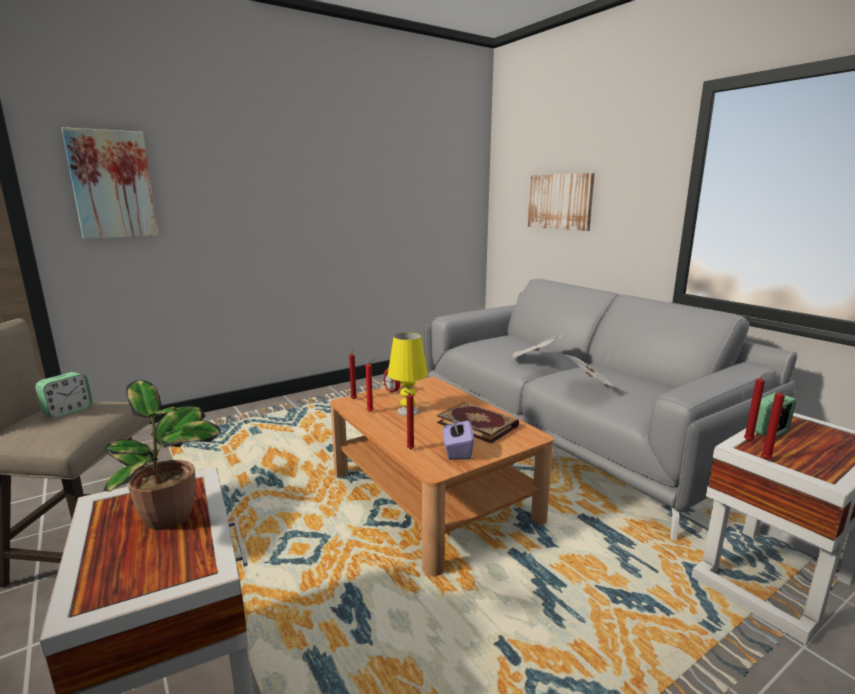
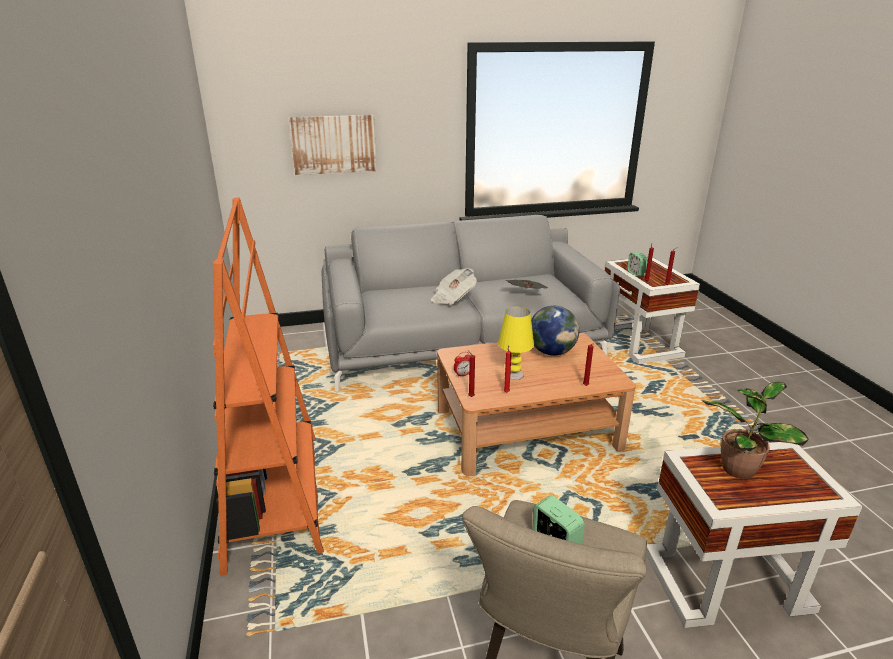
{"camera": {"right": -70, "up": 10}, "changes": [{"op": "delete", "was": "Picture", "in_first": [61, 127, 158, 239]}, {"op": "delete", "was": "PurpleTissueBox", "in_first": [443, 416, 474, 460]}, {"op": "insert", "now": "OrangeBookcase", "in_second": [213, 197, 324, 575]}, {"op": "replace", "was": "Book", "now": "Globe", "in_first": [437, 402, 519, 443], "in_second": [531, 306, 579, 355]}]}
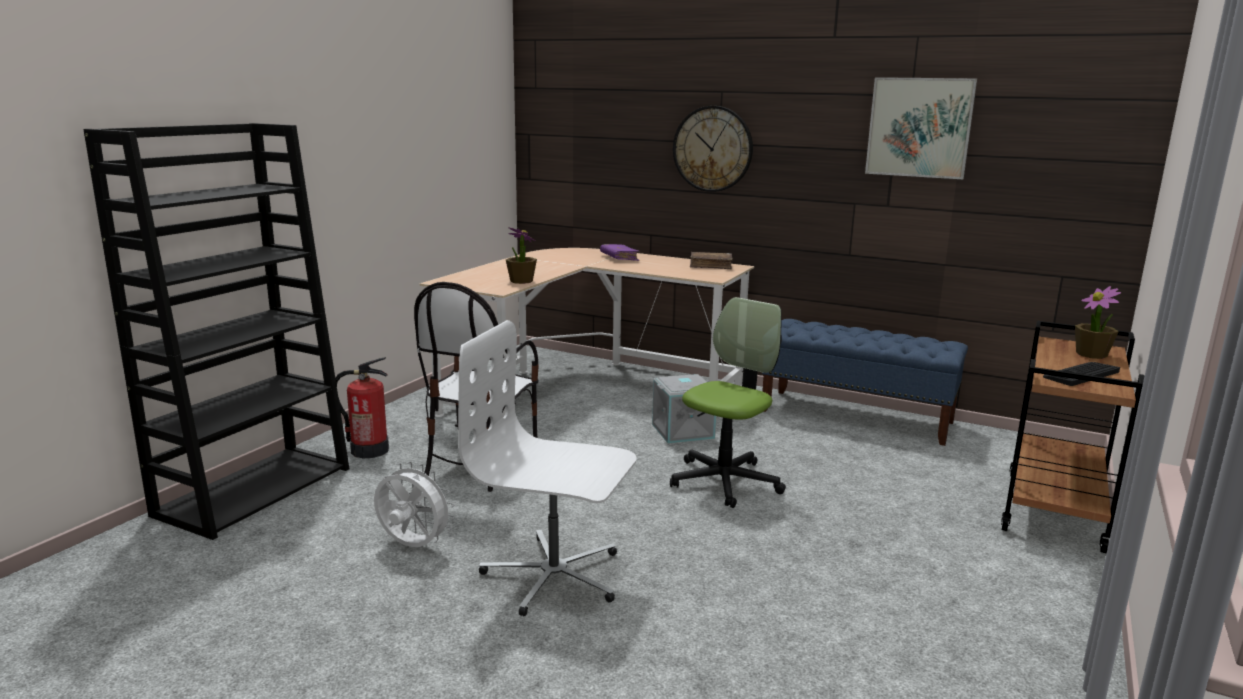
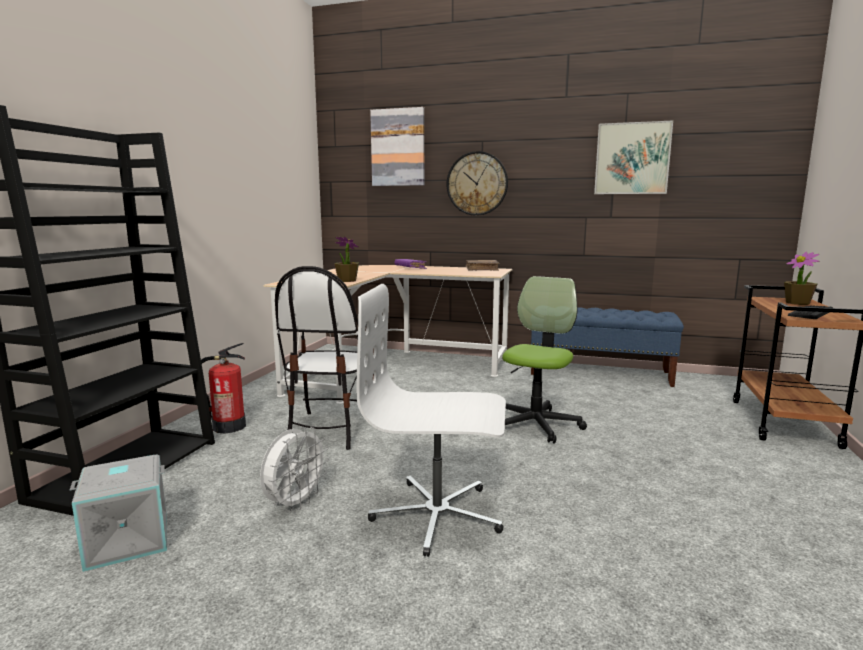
{"camera": {"right": -10, "up": -5}, "changes": [{"op": "insert", "now": "Picture", "in_second": [370, 107, 424, 186]}, {"op": "move", "was": "GreyStorageBox", "in_first": [652, 374, 716, 443], "in_second": [70, 454, 167, 572]}, {"op": "rotate", "was": "WhiteFan", "in_first": [374, 462, 455, 547], "in_second": [260, 427, 330, 512], "clockwise": 105}]}
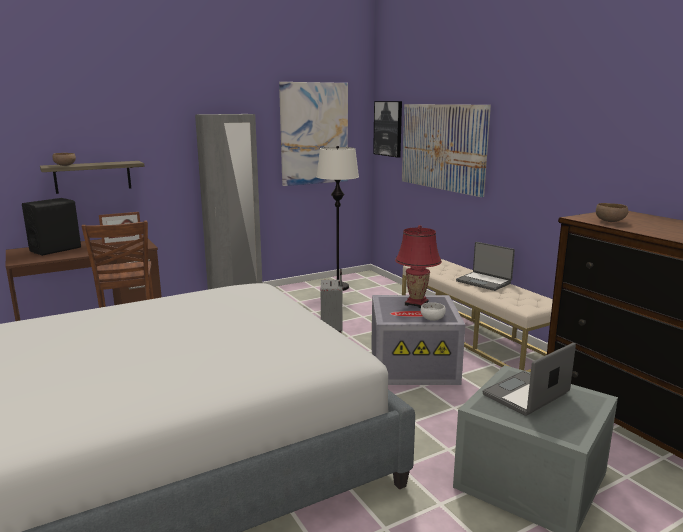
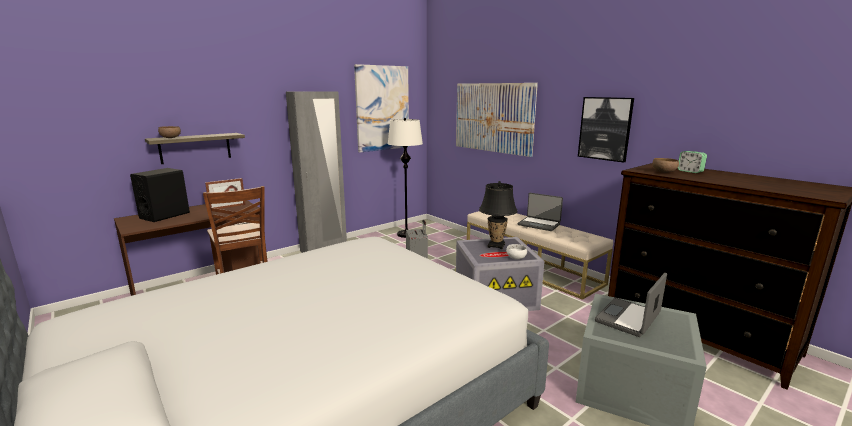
{"camera": {"right": -10, "up": 0}, "changes": [{"op": "insert", "now": "AlarmClock", "in_second": [678, 151, 707, 173]}, {"op": "move", "was": "Picture", "in_first": [373, 101, 402, 158], "in_second": [578, 97, 634, 163]}, {"op": "recolor", "was": "RedTableLamp", "now": "BlackTableLamp", "in_first": [395, 225, 442, 308], "in_second": [479, 181, 518, 249]}]}
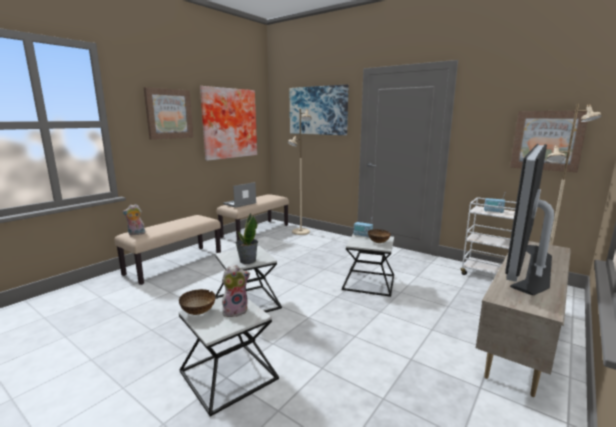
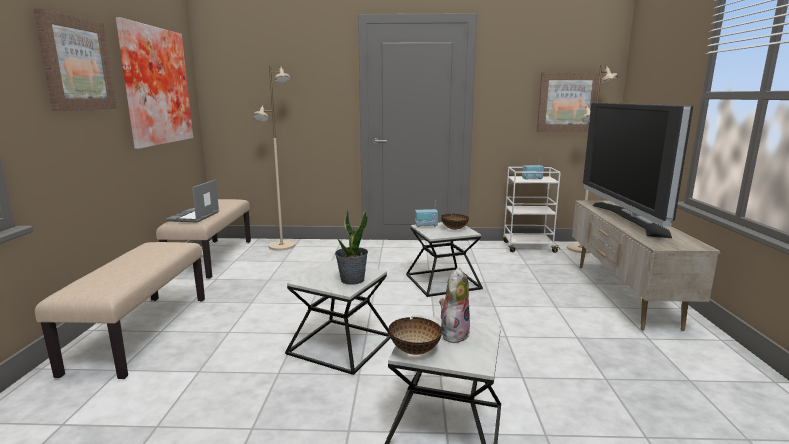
{"camera": {"right": -35, "up": 0}, "changes": [{"op": "delete", "was": "PlushToy", "in_first": [122, 204, 146, 235]}, {"op": "delete", "was": "Picture", "in_first": [290, 84, 349, 135]}]}
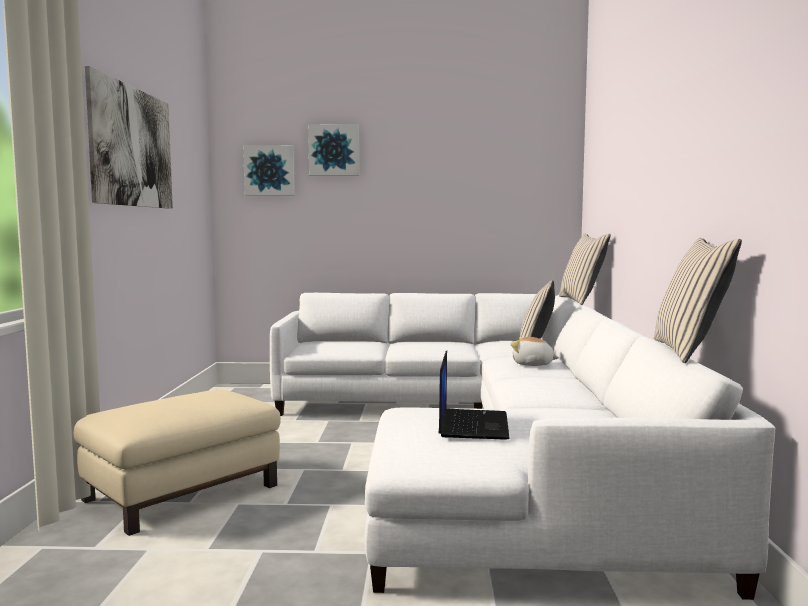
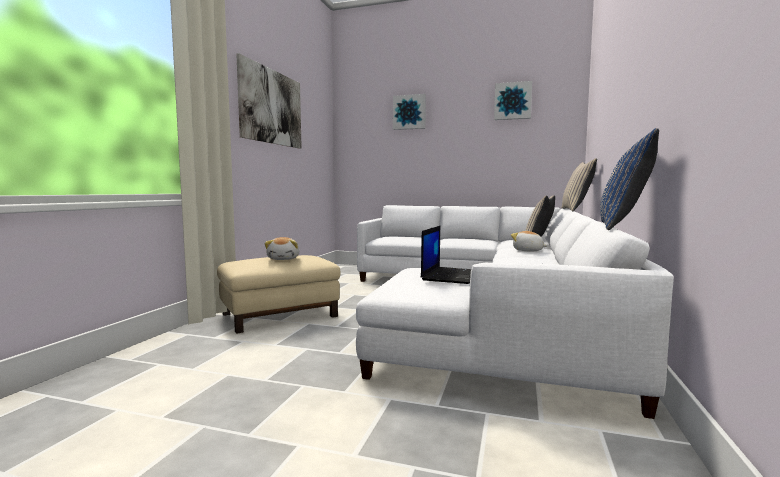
{"camera": {"right": 15, "up": 0}, "changes": [{"op": "insert", "now": "PlushToy", "in_second": [264, 237, 299, 260]}, {"op": "move", "was": "Picture", "in_first": [243, 145, 295, 196], "in_second": [494, 81, 532, 120]}, {"op": "recolor", "was": "BeigePillow", "now": "BluePillow", "in_first": [654, 238, 742, 363], "in_second": [600, 128, 659, 230]}]}
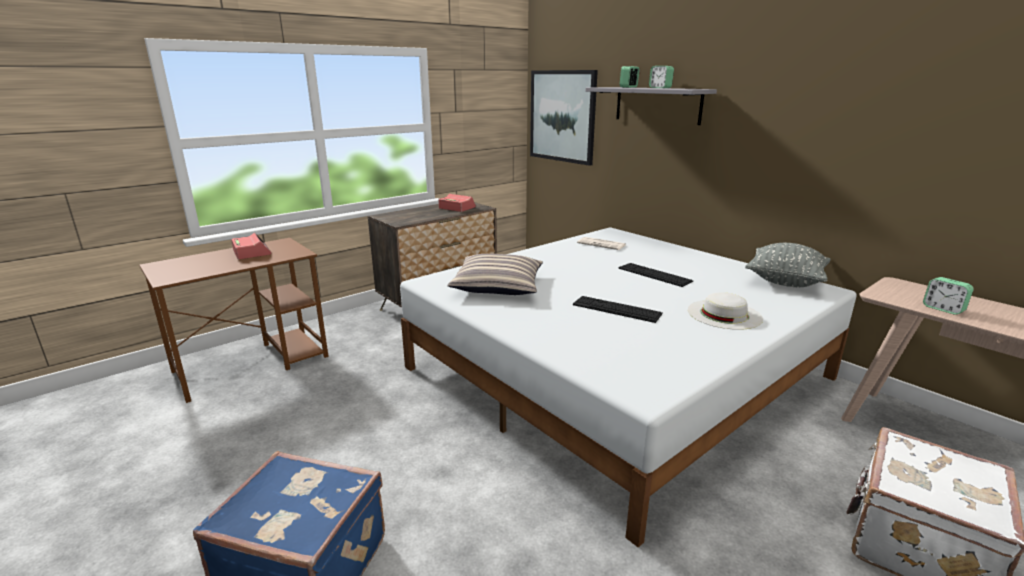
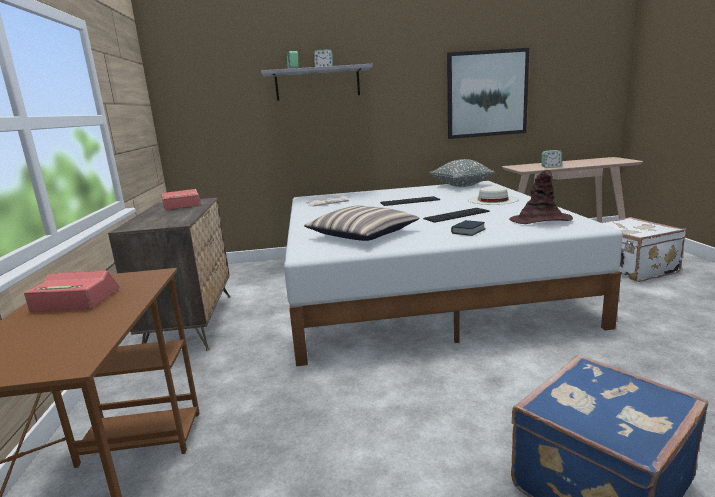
{"camera": {"right": -55, "up": -5}, "changes": [{"op": "insert", "now": "Book", "in_second": [451, 220, 486, 236]}, {"op": "insert", "now": "BrownHat", "in_second": [509, 170, 573, 224]}, {"op": "move", "was": "Picture", "in_first": [530, 70, 598, 166], "in_second": [447, 48, 529, 139]}]}
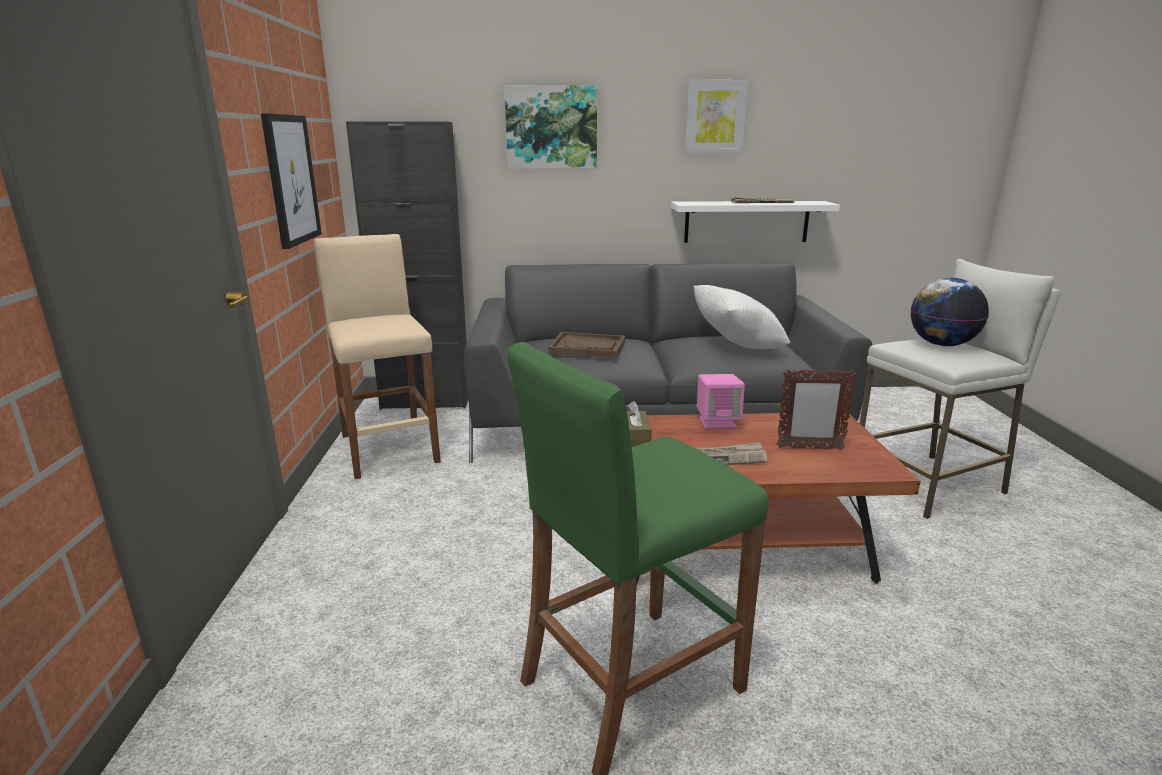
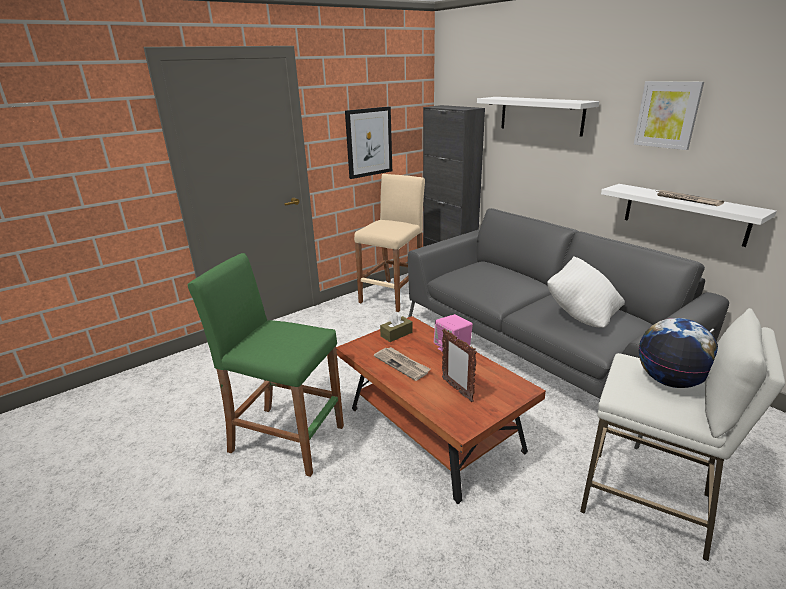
{"camera": {"right": 55, "up": 5}, "changes": [{"op": "delete", "was": "BrownTray", "in_first": [548, 332, 625, 358]}, {"op": "replace", "was": "Picture", "now": "WhiteShelf", "in_first": [504, 85, 597, 169], "in_second": [477, 97, 599, 137]}]}
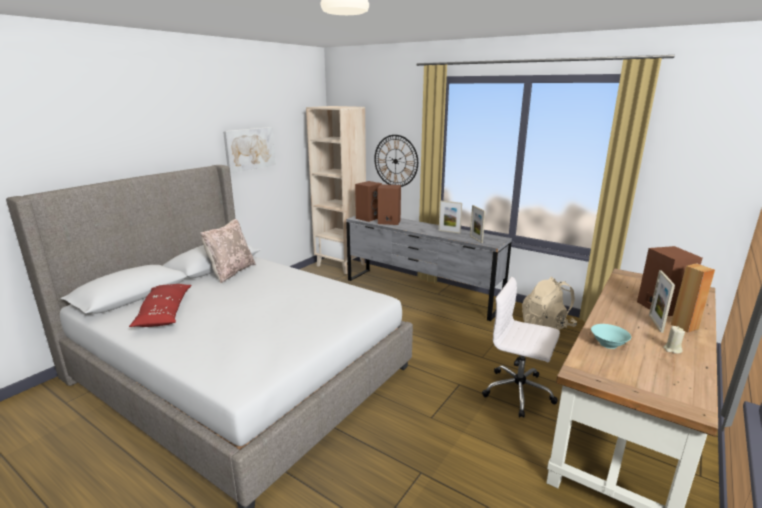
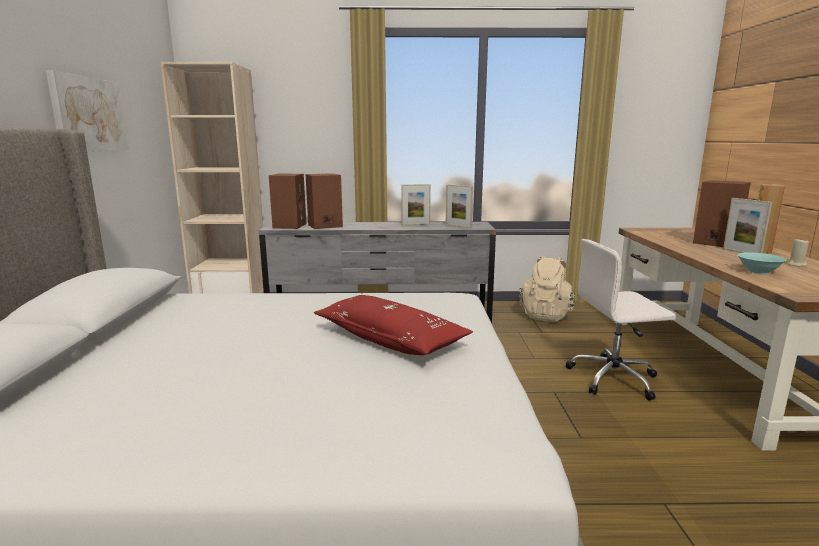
{"camera": {"right": -35, "up": -5}, "changes": [{"op": "delete", "was": "BeigePillow", "in_first": [200, 219, 256, 284]}, {"op": "delete", "was": "WallClock", "in_first": [374, 135, 418, 187]}, {"op": "move", "was": "RedPillow", "in_first": [129, 284, 192, 327], "in_second": [314, 295, 473, 355]}]}
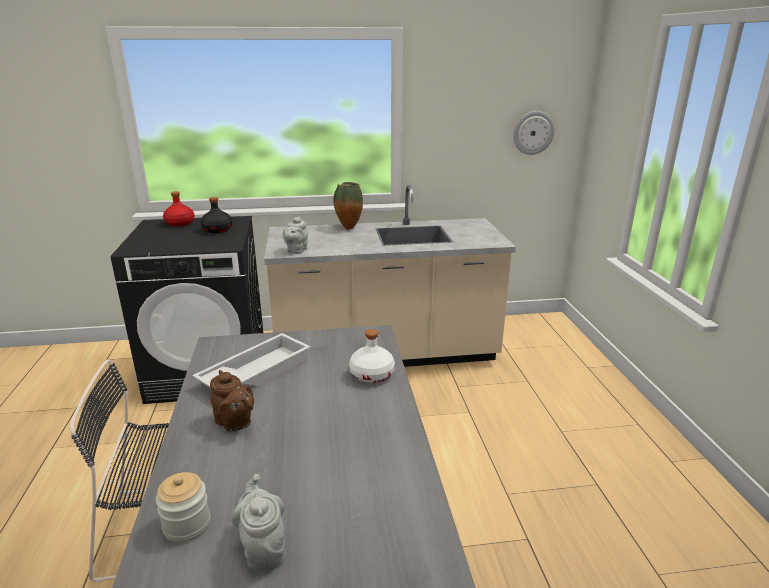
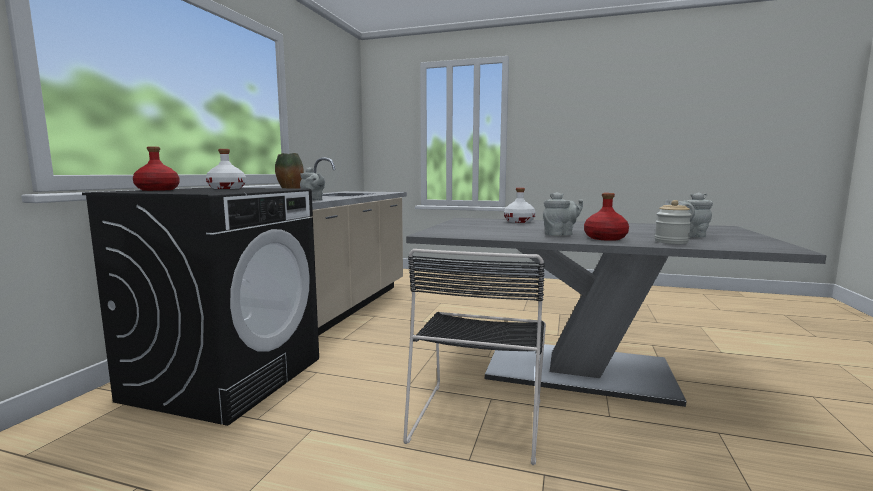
{"camera": {"right": -65, "up": -15}, "changes": [{"op": "delete", "was": "WhiteTray", "in_first": [192, 333, 311, 387]}, {"op": "delete", "was": "WallClock", "in_first": [513, 111, 555, 155]}, {"op": "insert", "now": "RedBottle", "in_second": [584, 193, 629, 241]}, {"op": "recolor", "was": "BlackBottle", "now": "WhiteBottle", "in_first": [200, 197, 233, 233], "in_second": [206, 149, 246, 189]}, {"op": "recolor", "was": "BrownTeapot", "now": "GreyTeapot", "in_first": [210, 370, 254, 432], "in_second": [543, 192, 583, 236]}]}
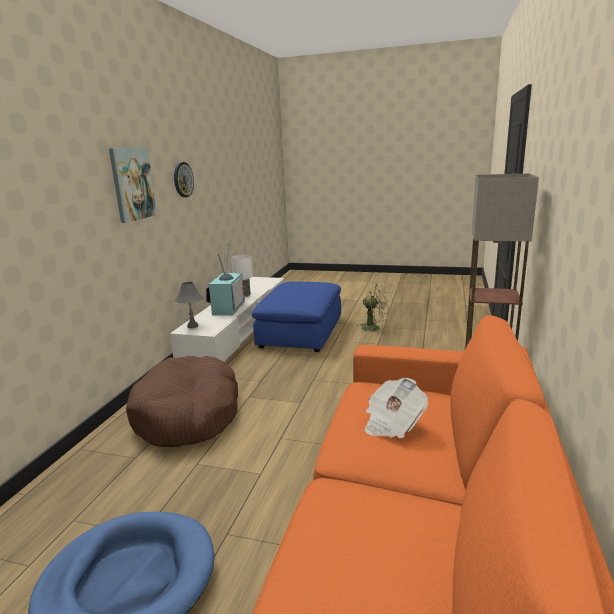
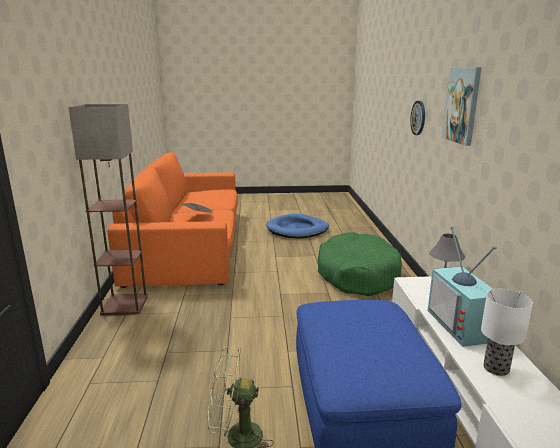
{"camera": {"right": 160, "up": 0}, "changes": [{"op": "move", "was": "WallClock", "in_first": [174, 162, 194, 198], "in_second": [410, 101, 425, 135]}, {"op": "recolor", "was": "BrownDogBed", "now": "GreenDogBed", "in_first": [126, 356, 238, 447], "in_second": [318, 232, 402, 296]}]}
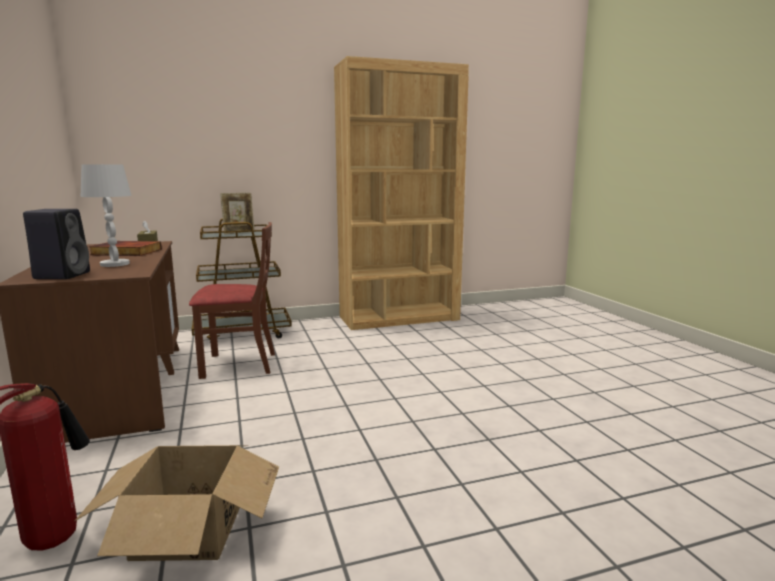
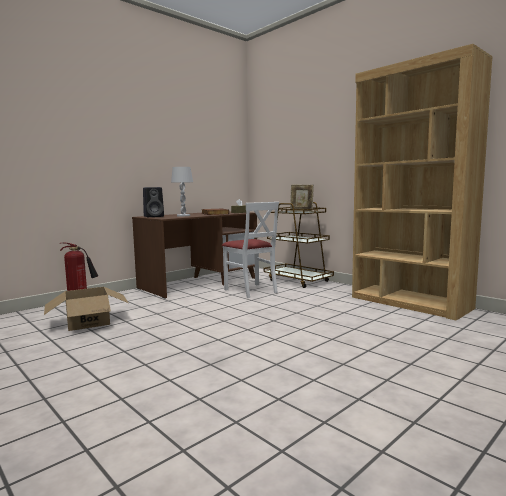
{"camera": {"right": 65, "up": -5}, "changes": [{"op": "recolor", "was": "BrownChair", "now": "WhiteChair", "in_first": [189, 222, 275, 379], "in_second": [222, 202, 279, 298]}]}
